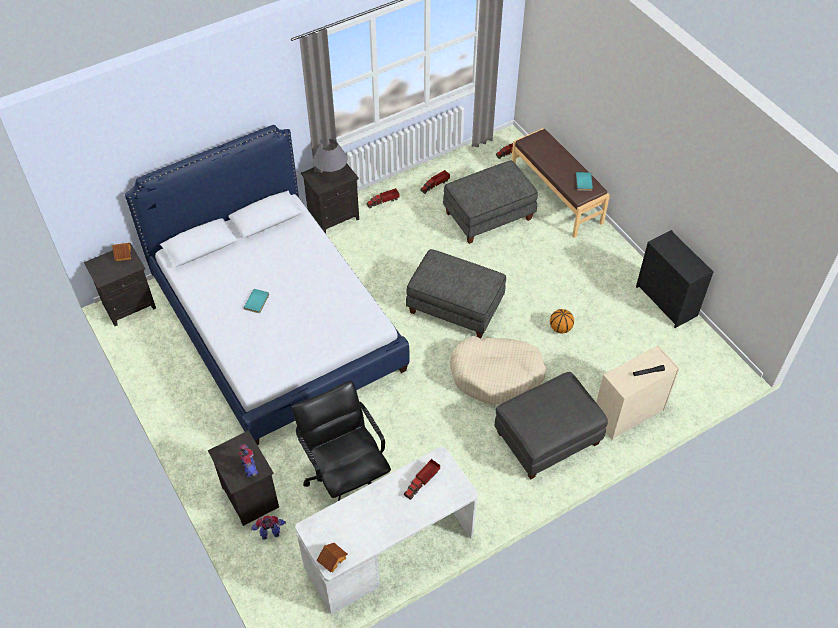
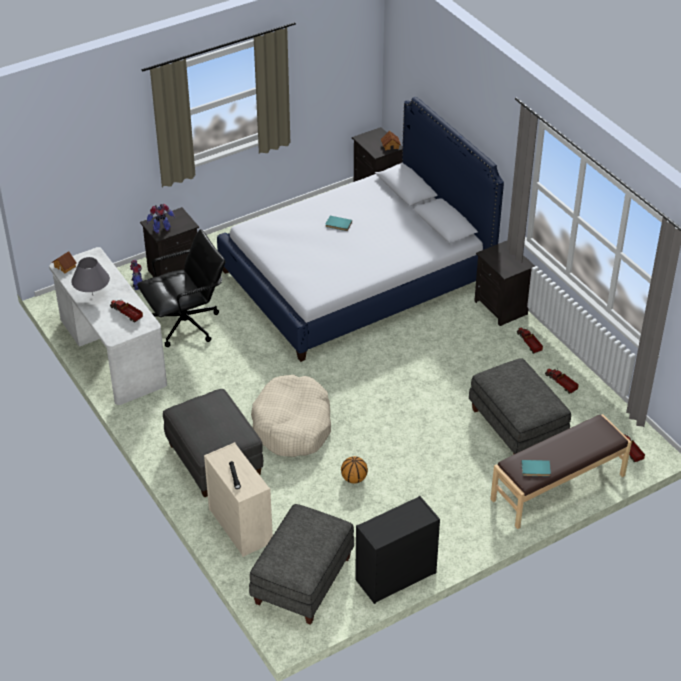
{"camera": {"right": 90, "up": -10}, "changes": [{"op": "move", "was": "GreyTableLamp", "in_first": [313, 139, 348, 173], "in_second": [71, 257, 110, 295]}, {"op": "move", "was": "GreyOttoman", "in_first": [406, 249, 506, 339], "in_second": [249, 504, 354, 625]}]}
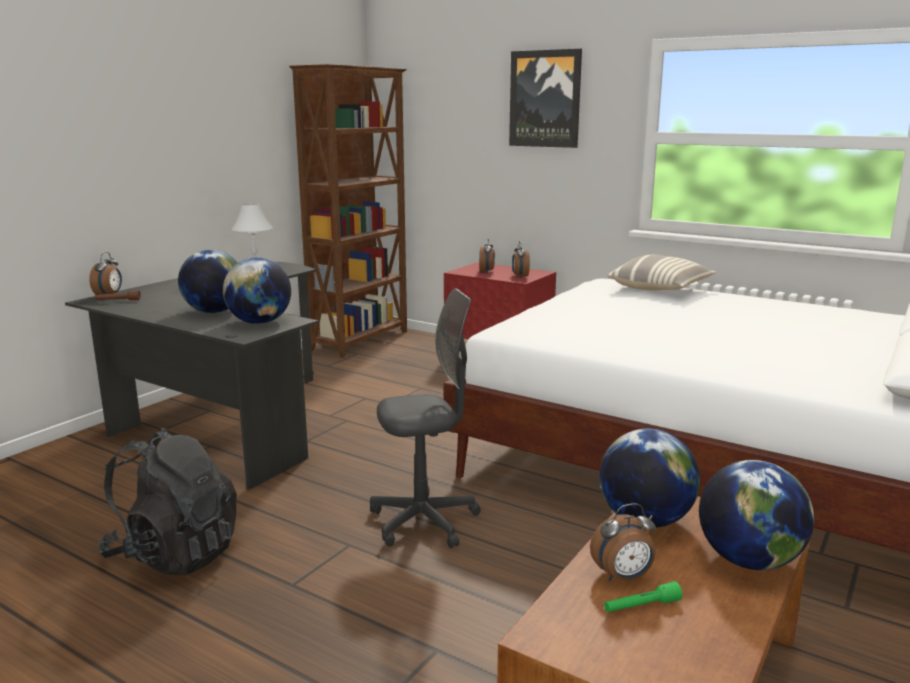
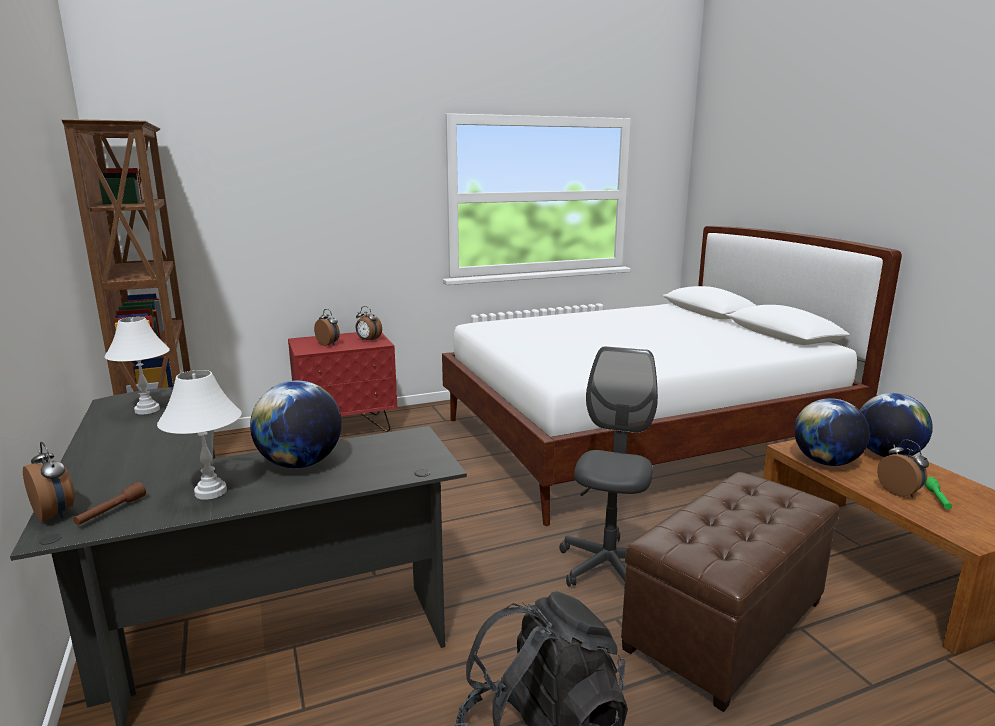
{"camera": {"right": -55, "up": 0}, "changes": [{"op": "delete", "was": "Globe", "in_first": [223, 257, 291, 324]}, {"op": "delete", "was": "Picture", "in_first": [509, 49, 582, 148]}, {"op": "delete", "was": "Pillow", "in_first": [607, 255, 716, 290]}, {"op": "insert", "now": "WhiteTableLamp", "in_second": [157, 370, 242, 500]}, {"op": "insert", "now": "BrownOttoman", "in_second": [621, 472, 840, 712]}, {"op": "rotate", "was": "AlarmClock", "in_first": [590, 504, 656, 582], "in_second": [877, 439, 929, 497], "clockwise": -45}]}
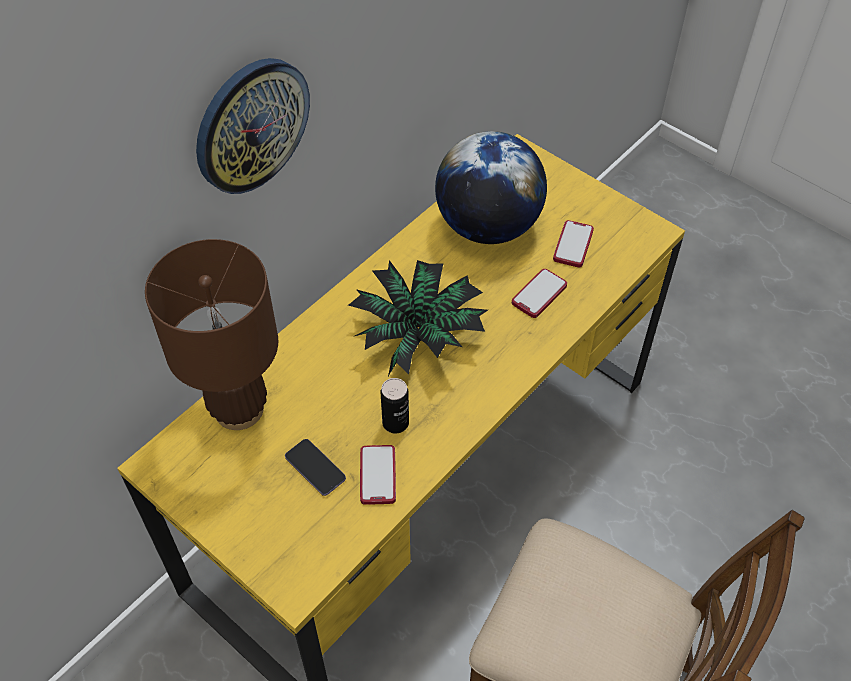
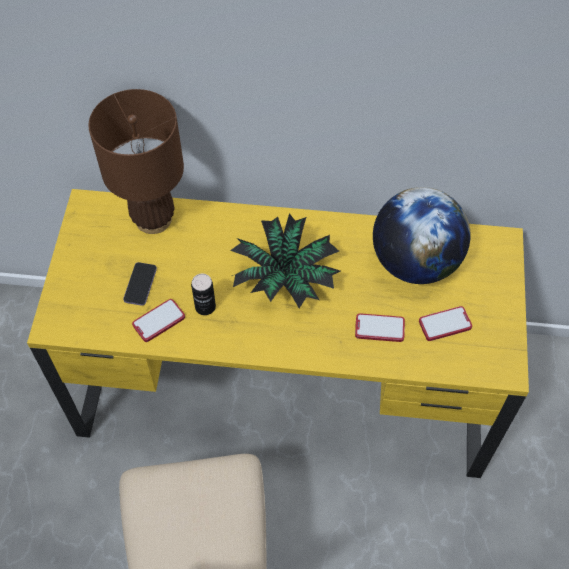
{"camera": {"right": 55, "up": 5}, "changes": [{"op": "delete", "was": "WallClock", "in_first": [196, 58, 310, 194]}]}
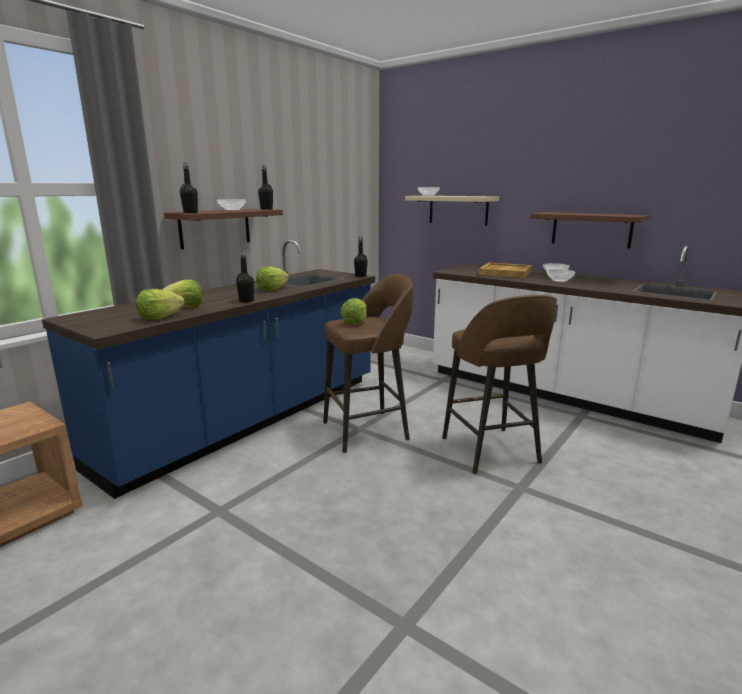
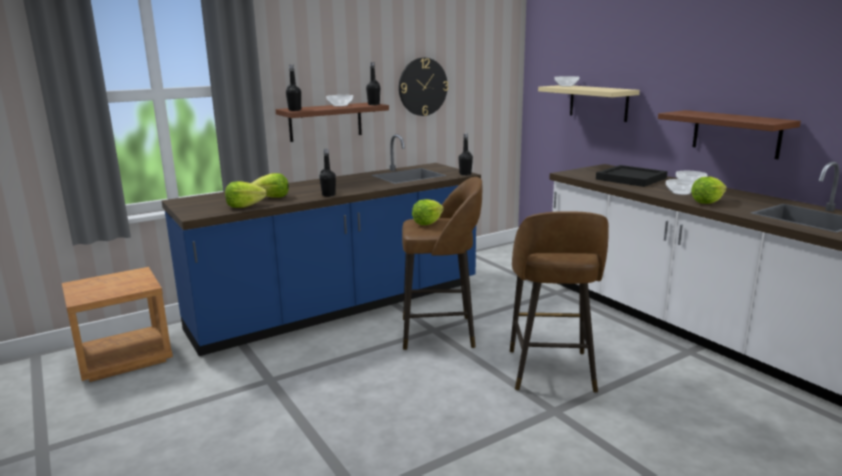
{"camera": {"right": 20, "up": 0}, "changes": [{"op": "insert", "now": "WallClock", "in_second": [399, 58, 448, 116]}, {"op": "move", "was": "Lettuce", "in_first": [256, 266, 289, 291], "in_second": [691, 177, 727, 204]}, {"op": "recolor", "was": "BeigeTray", "now": "BlackTray", "in_first": [479, 263, 532, 278], "in_second": [596, 165, 668, 187]}]}
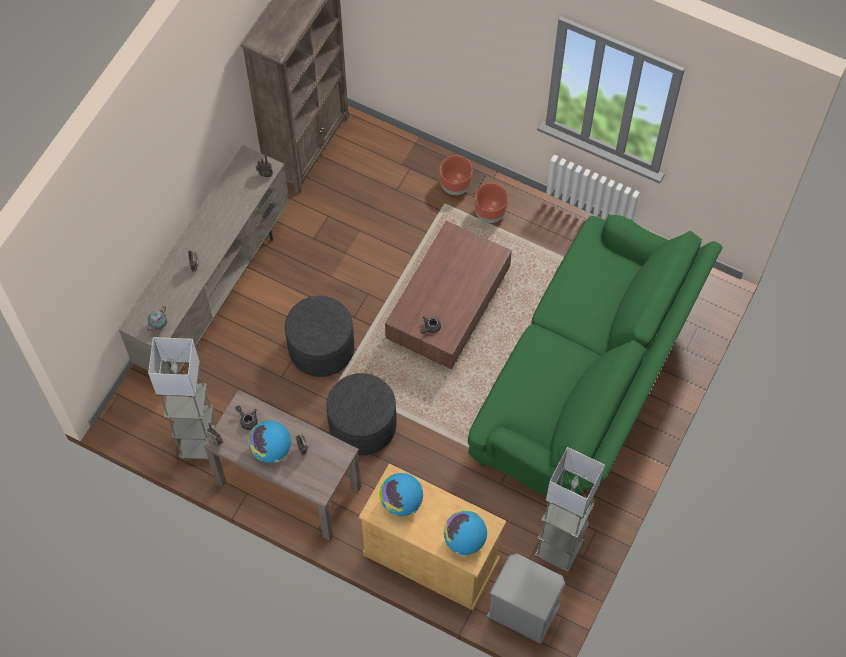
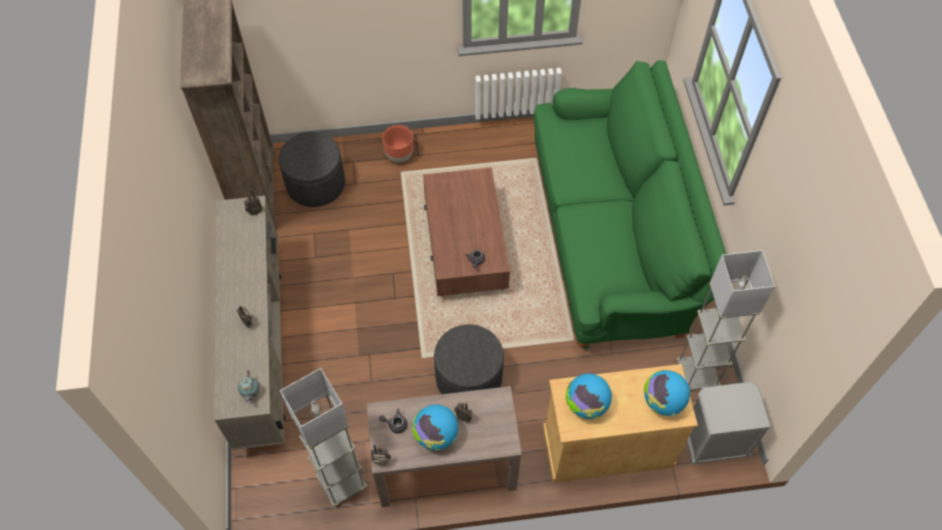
{"camera": {"right": -35, "up": -5}, "changes": [{"op": "delete", "was": "BrownPlanter", "in_first": [474, 183, 508, 223]}, {"op": "move", "was": "GreyOttoman", "in_first": [285, 296, 354, 377], "in_second": [279, 132, 345, 207]}]}
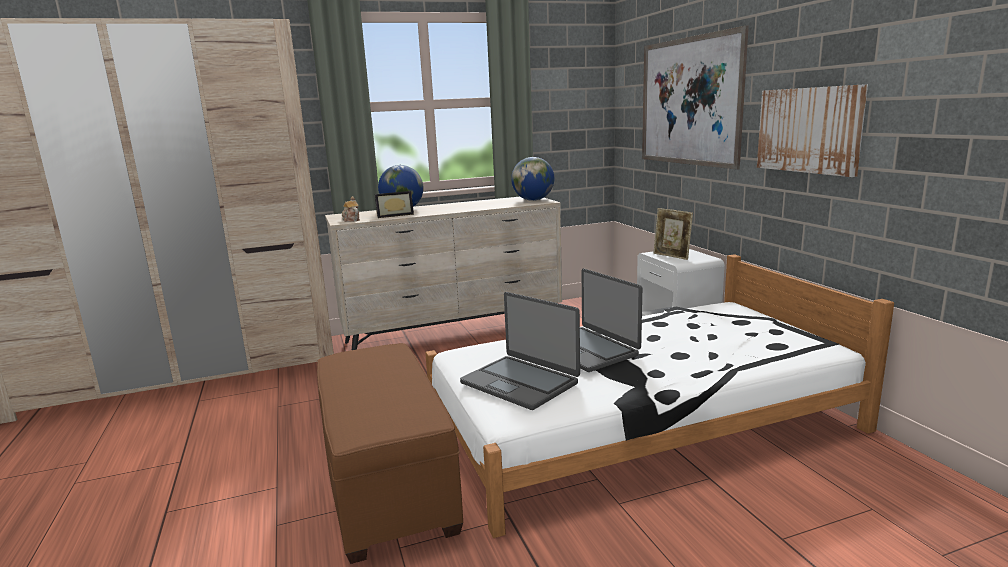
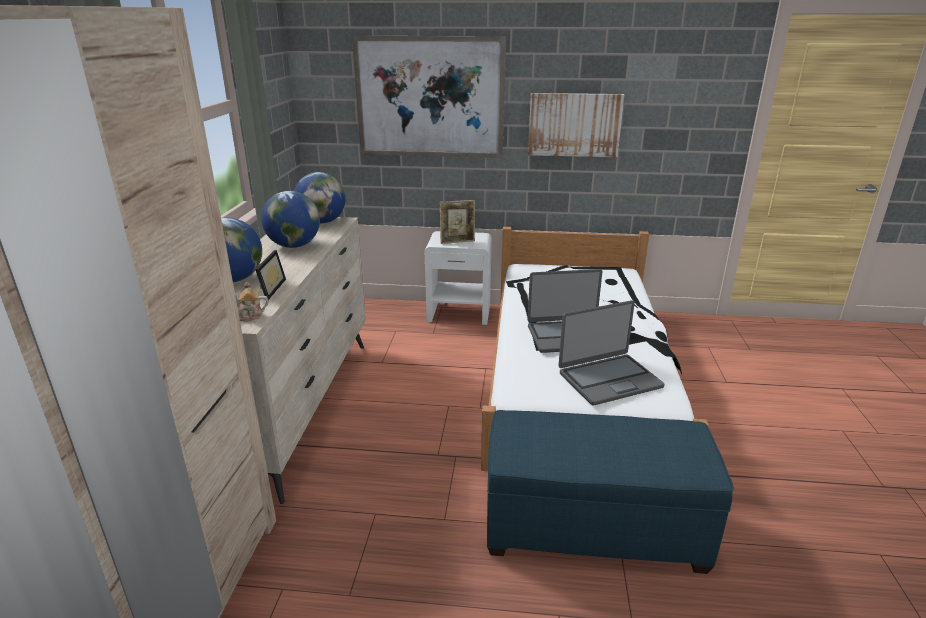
{"camera": {"right": -65, "up": 10}, "changes": [{"op": "insert", "now": "Globe", "in_second": [261, 191, 320, 248]}, {"op": "recolor", "was": "BrownOttoman", "now": "BlueOttoman", "in_first": [317, 343, 463, 564], "in_second": [487, 410, 734, 574]}]}
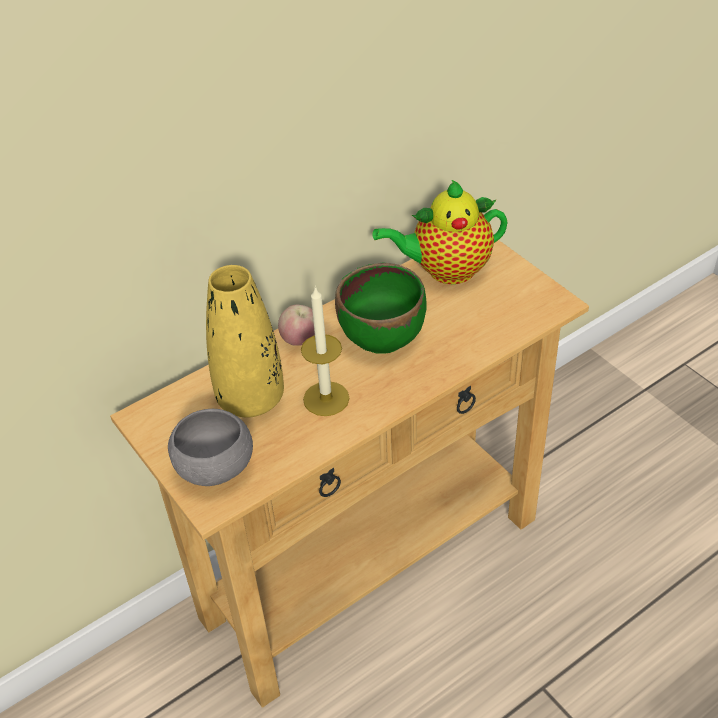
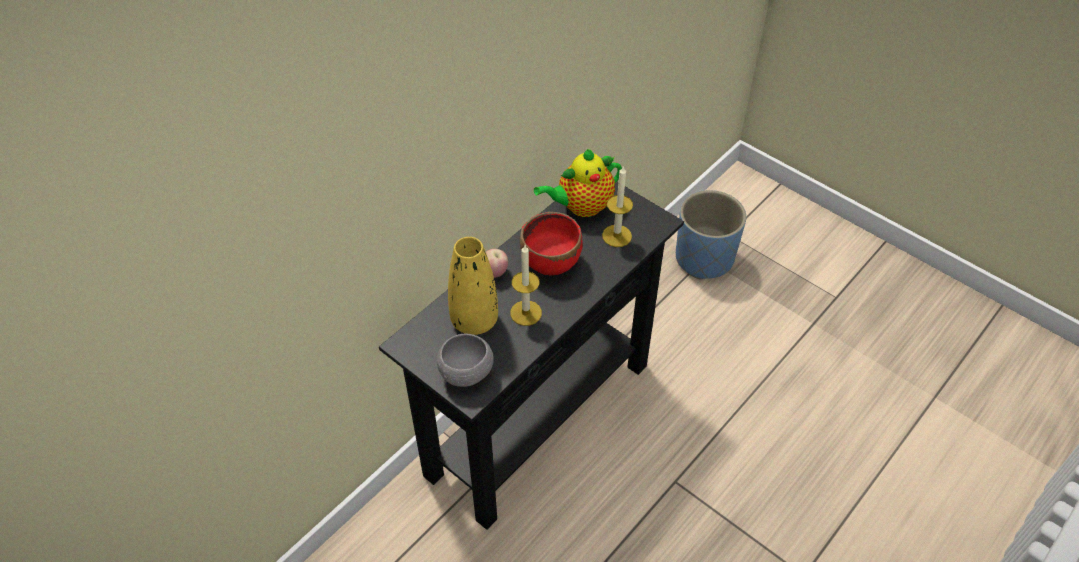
{"camera": {"right": -15, "up": 5}, "changes": [{"op": "insert", "now": "Candle", "in_second": [602, 166, 633, 247]}, {"op": "insert", "now": "BluePlanter", "in_second": [676, 190, 746, 280]}, {"op": "recolor", "was": "BeigeConsoleTable", "now": "BlackConsoleTable", "in_first": [110, 240, 589, 708], "in_second": [379, 182, 684, 530]}, {"op": "recolor", "was": "GreenBowl", "now": "RedBowl", "in_first": [335, 263, 427, 354], "in_second": [519, 212, 583, 275]}]}
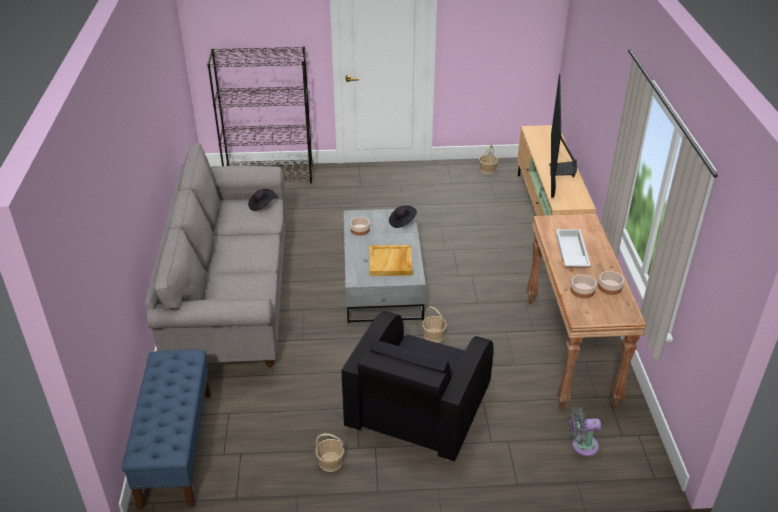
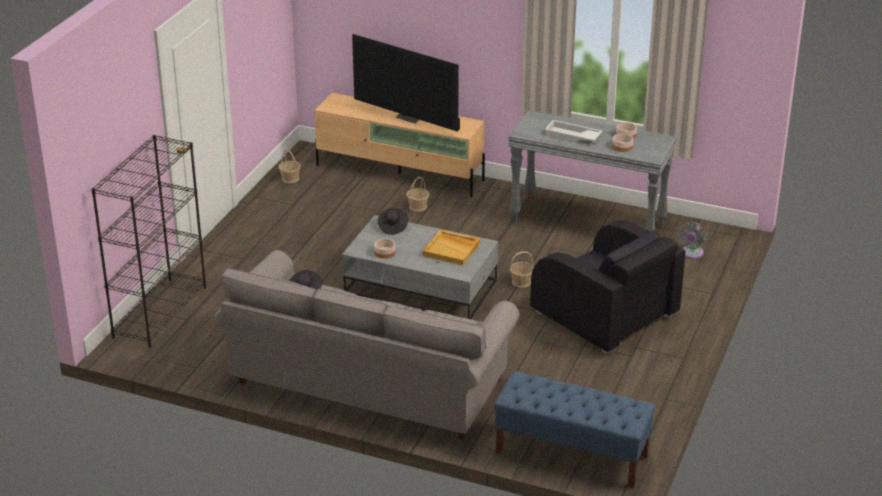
{"camera": {"right": -65, "up": -5}, "changes": [{"op": "move", "was": "Basket", "in_first": [315, 434, 344, 472], "in_second": [407, 177, 429, 211]}, {"op": "recolor", "was": "BrownConsoleTable", "now": "GreyConsoleTable", "in_first": [527, 214, 646, 410], "in_second": [508, 110, 677, 232]}]}
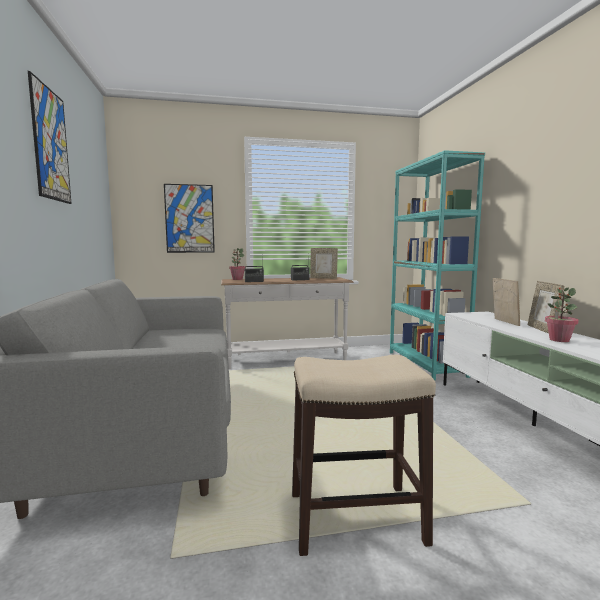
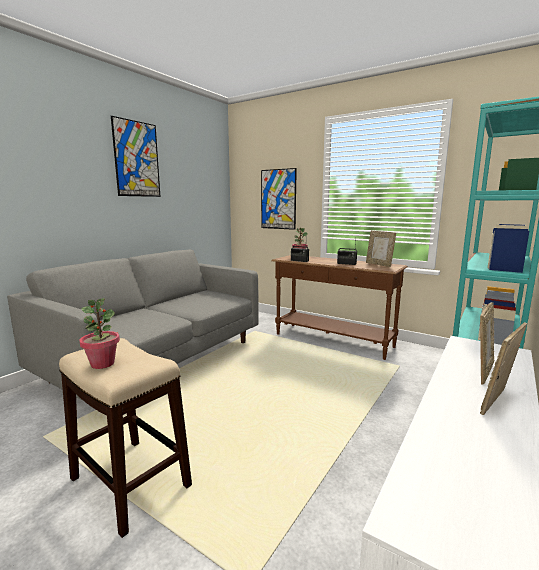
{"camera": {"right": 45, "up": 5}, "changes": [{"op": "move", "was": "PottedPlant", "in_first": [545, 287, 579, 342], "in_second": [80, 298, 120, 369]}, {"op": "recolor", "was": "WhiteConsoleTable", "now": "BrownConsoleTable", "in_first": [221, 277, 353, 369], "in_second": [271, 255, 408, 360]}]}
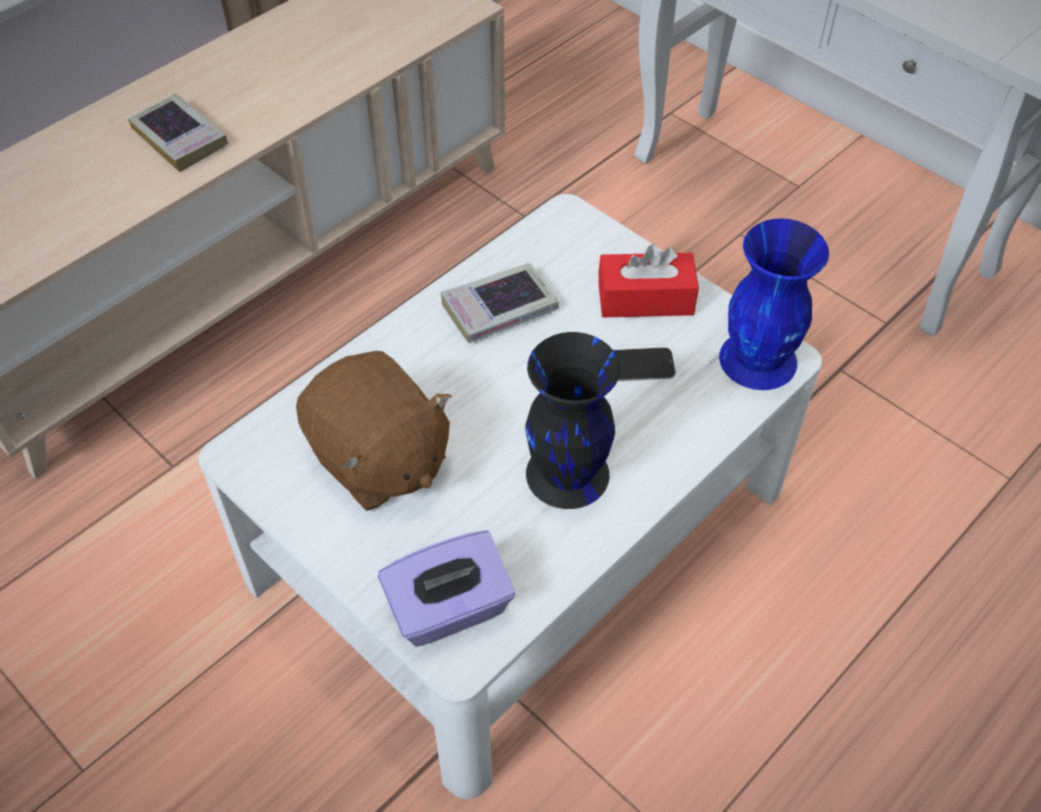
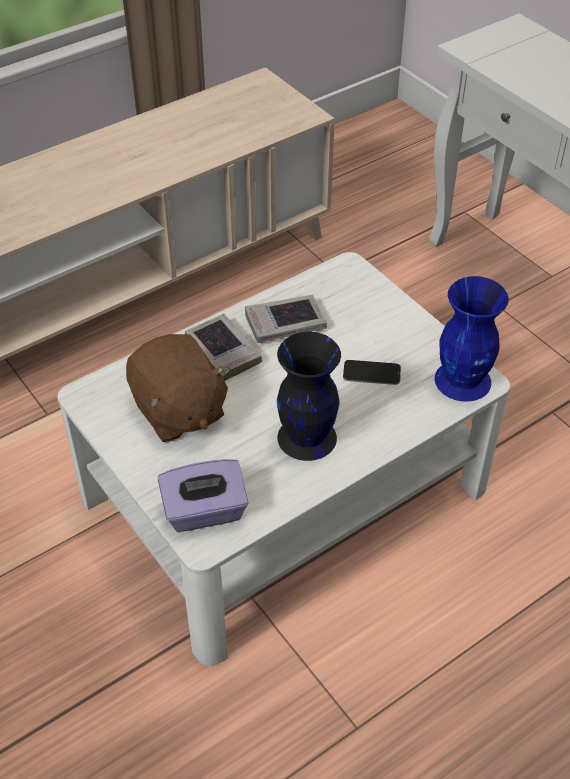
{"camera": {"right": 10, "up": -5}, "changes": [{"op": "delete", "was": "RedTissueBox", "in_first": [598, 244, 699, 317]}, {"op": "move", "was": "Book", "in_first": [128, 94, 228, 172], "in_second": [185, 314, 262, 381]}]}
